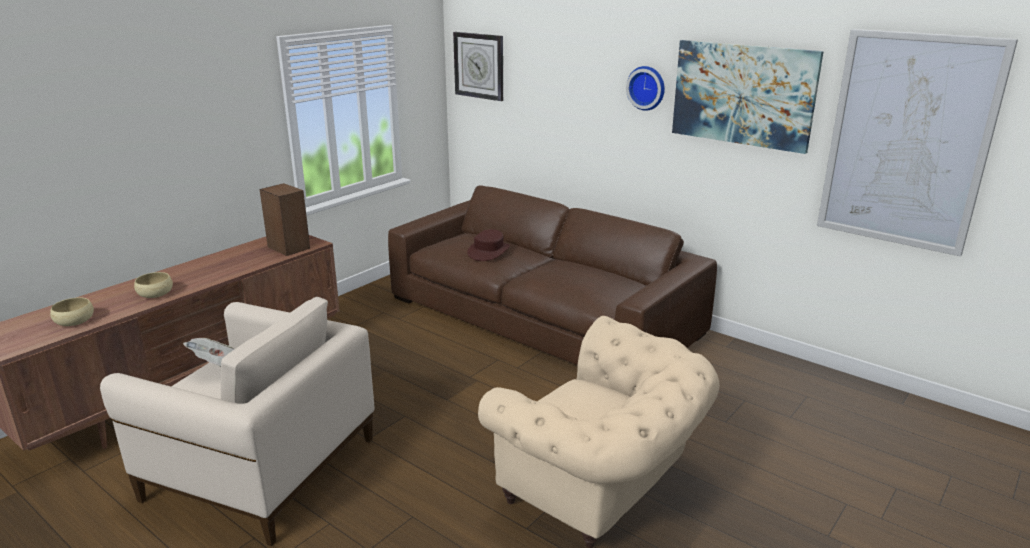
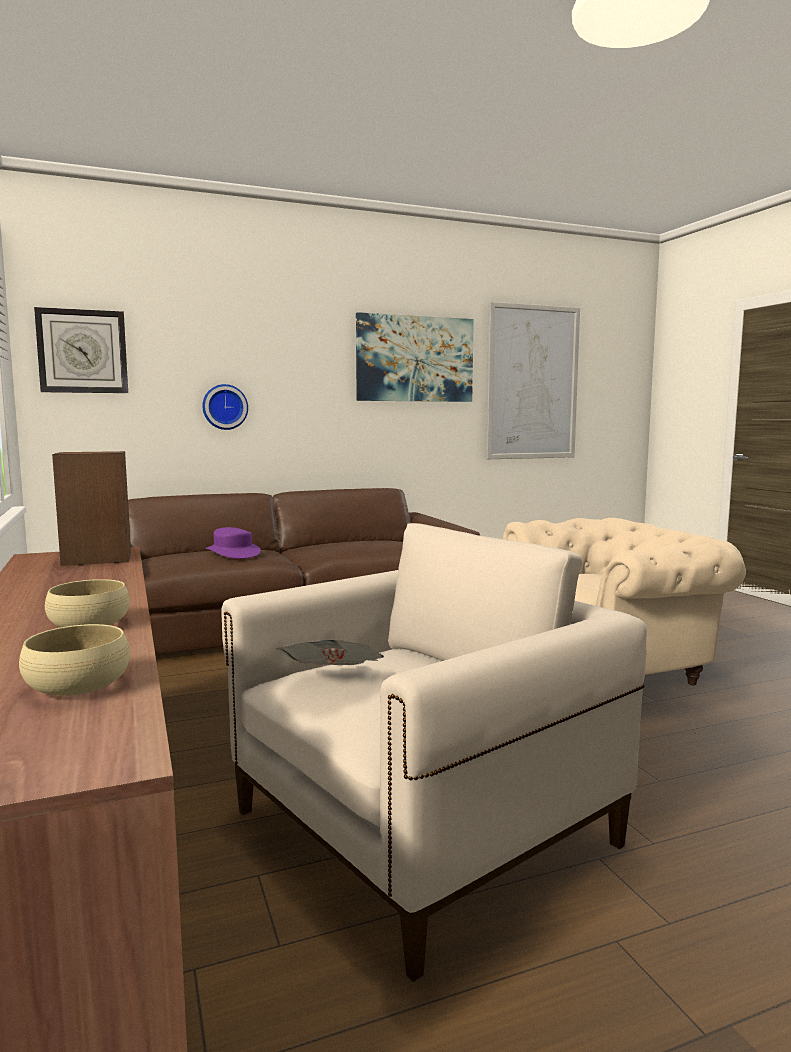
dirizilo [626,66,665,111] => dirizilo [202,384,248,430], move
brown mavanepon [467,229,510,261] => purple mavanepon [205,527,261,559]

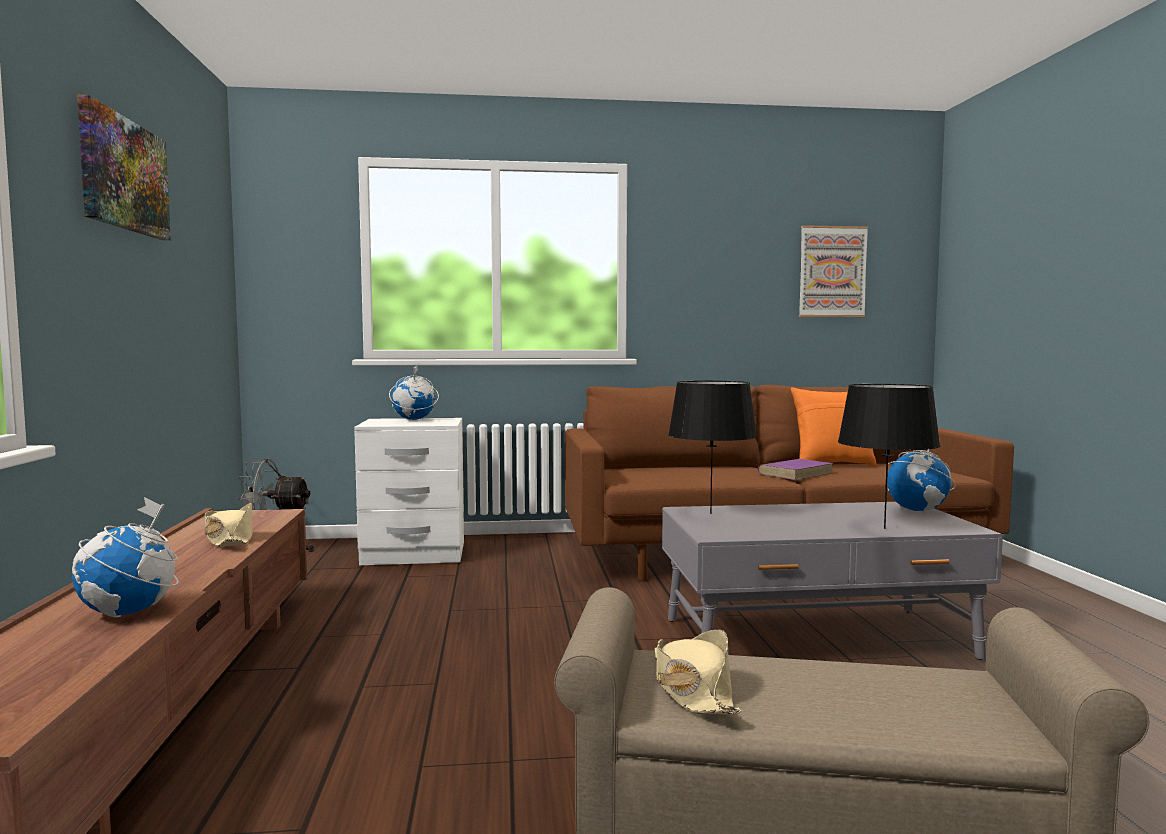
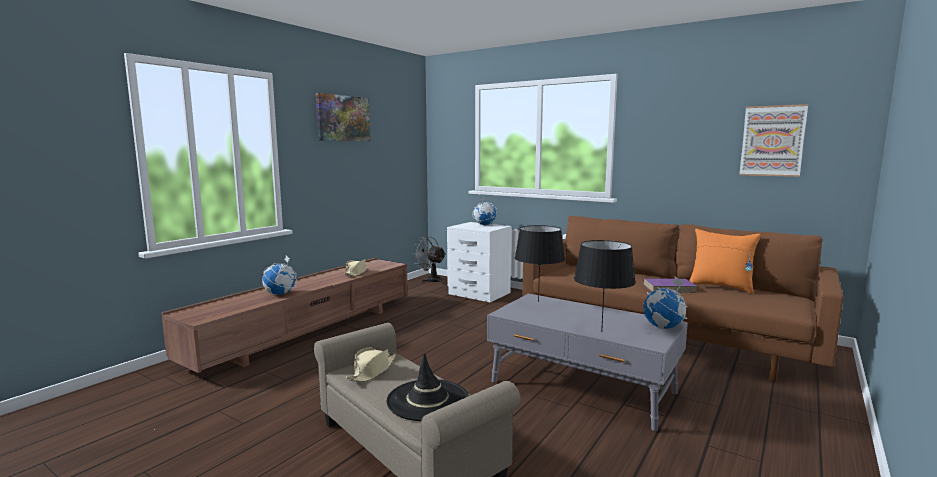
nothing => black mavanepon [386,353,469,421]

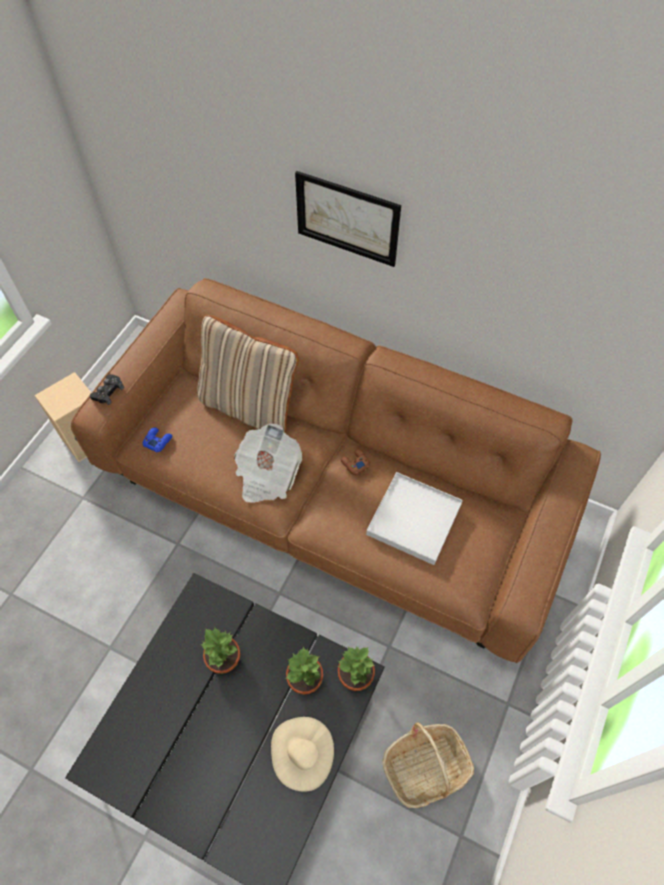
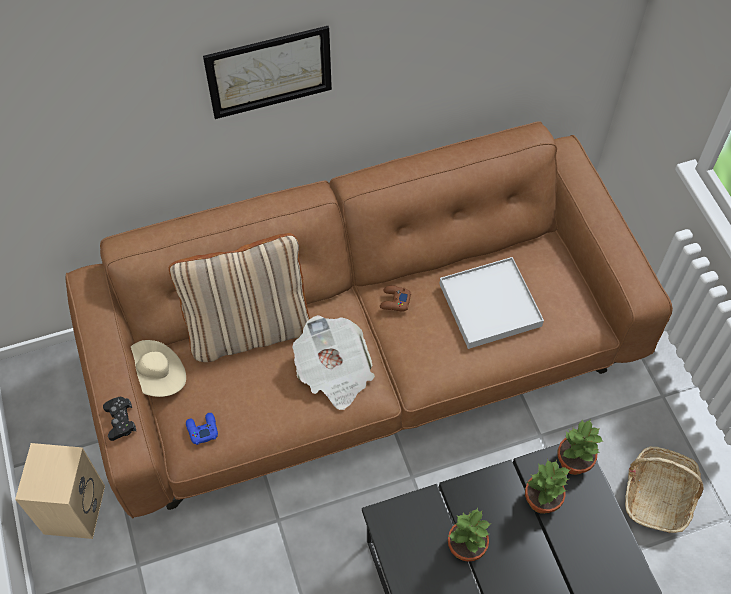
beige mavanepon [271,717,334,792] => beige mavanepon [131,340,186,397], move

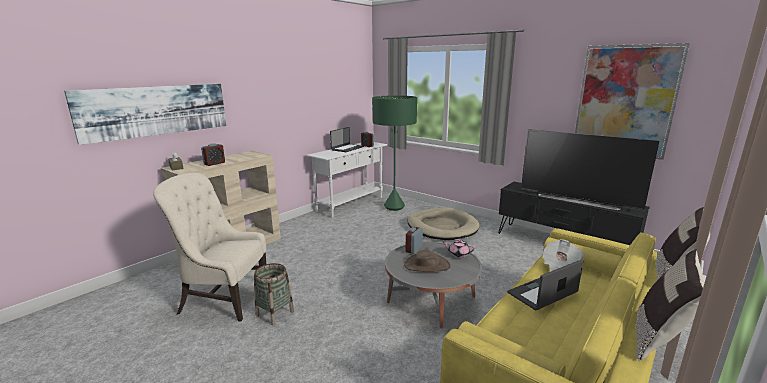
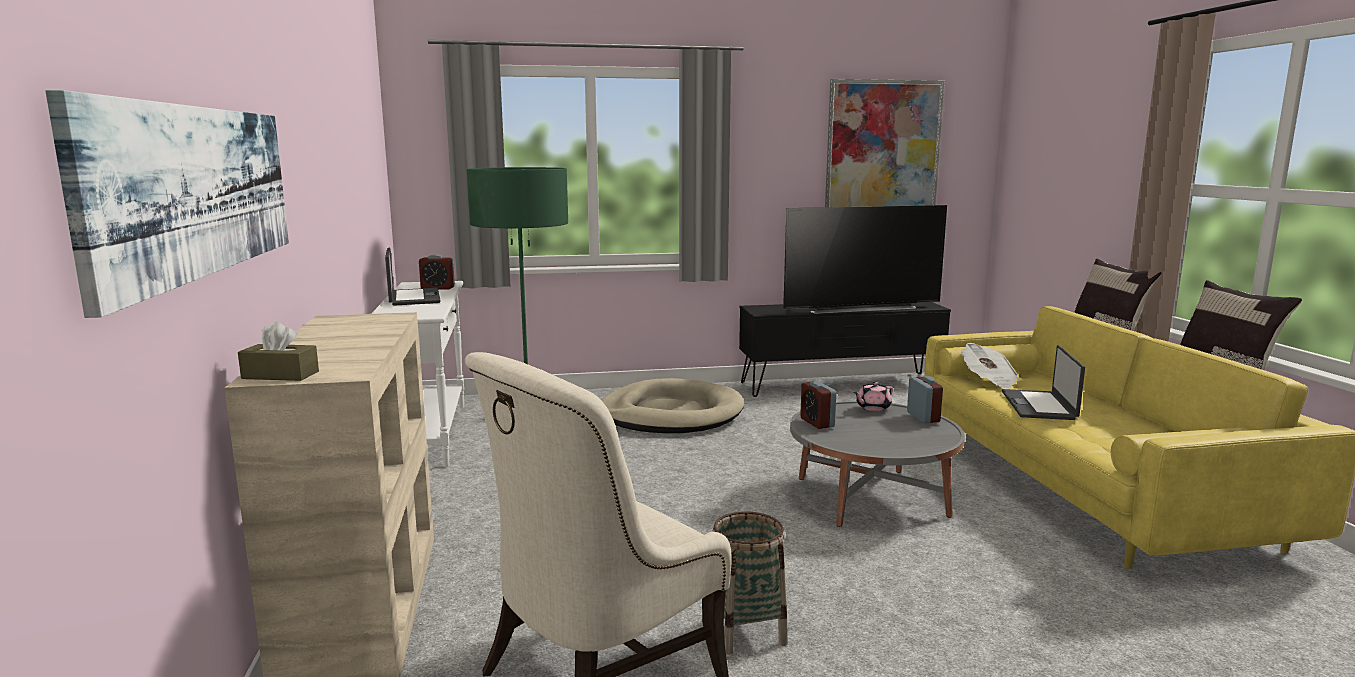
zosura [201,143,225,166] => zosura [907,376,943,423], move
brown mavanepon [404,250,451,271] => nothing

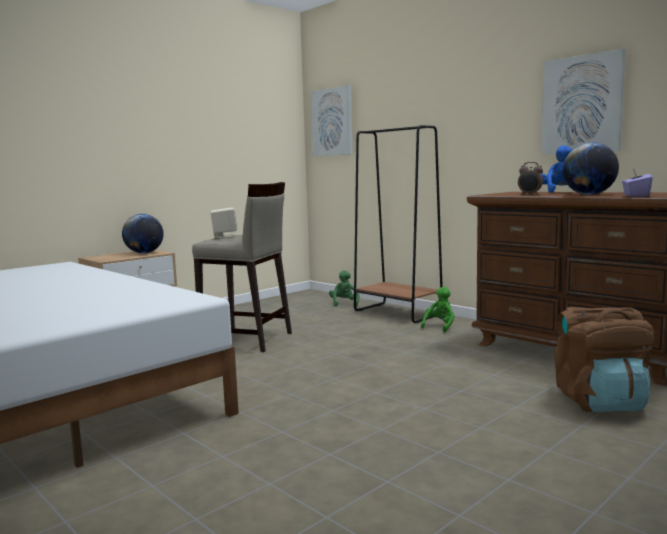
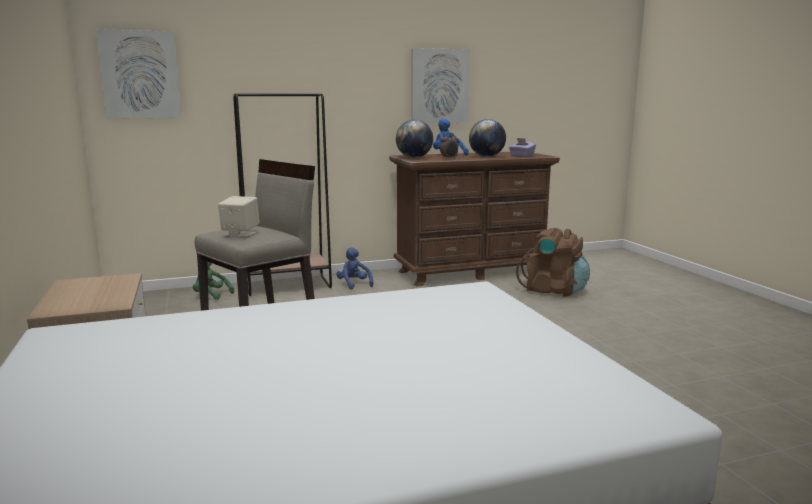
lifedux [122,214,164,253] => lifedux [396,120,433,158], move
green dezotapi [421,287,455,333] => blue dezotapi [336,247,373,289]

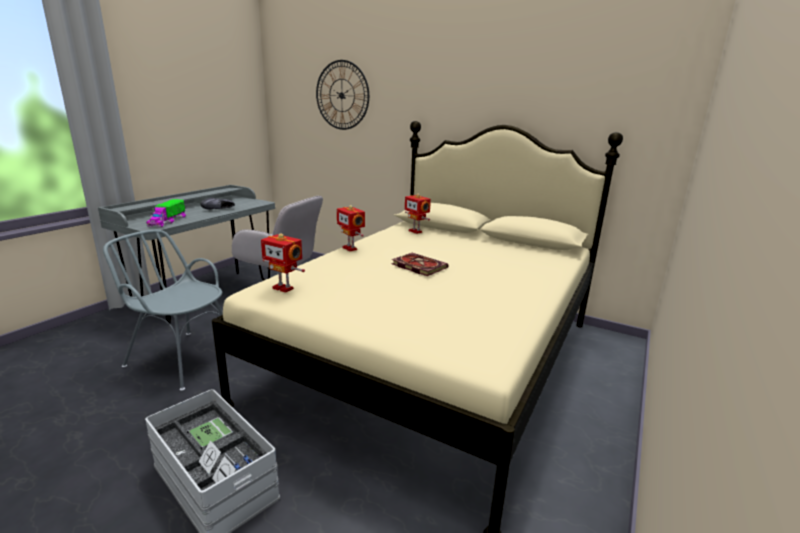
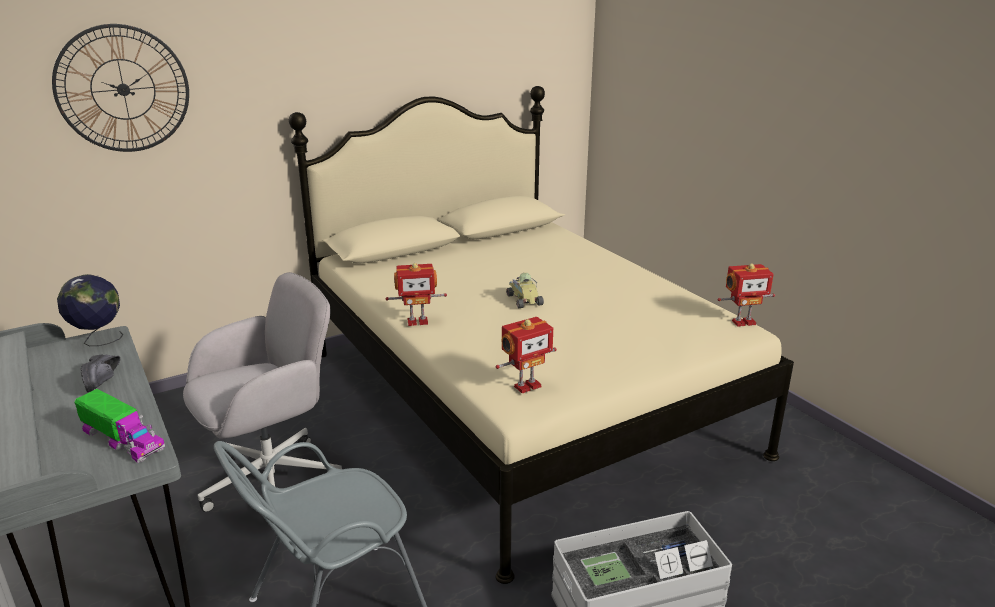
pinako [405,194,431,234] => pinako [718,263,775,327], move
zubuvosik [391,253,448,276] => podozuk [506,273,544,308]
nothing => lifedux [57,274,123,346]

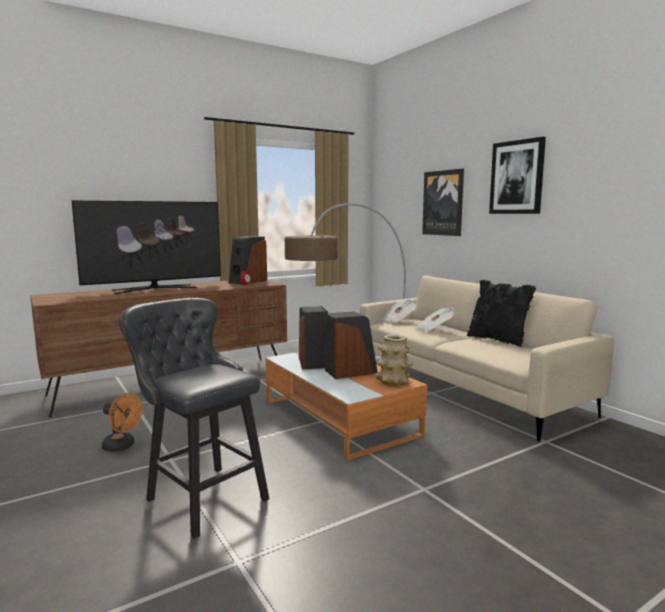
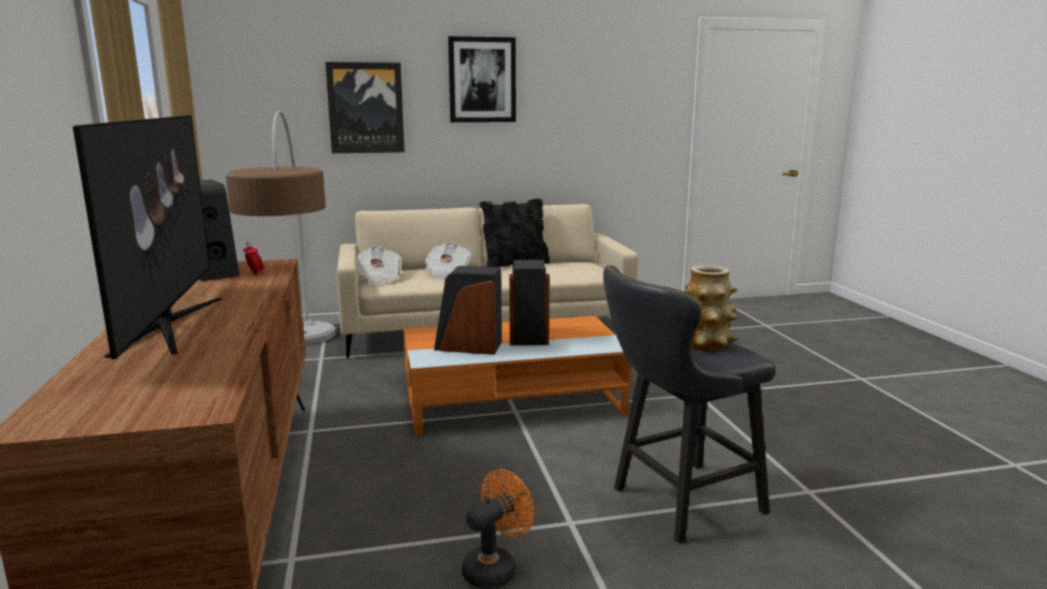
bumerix [375,334,413,386] => bumerix [685,265,737,351], move

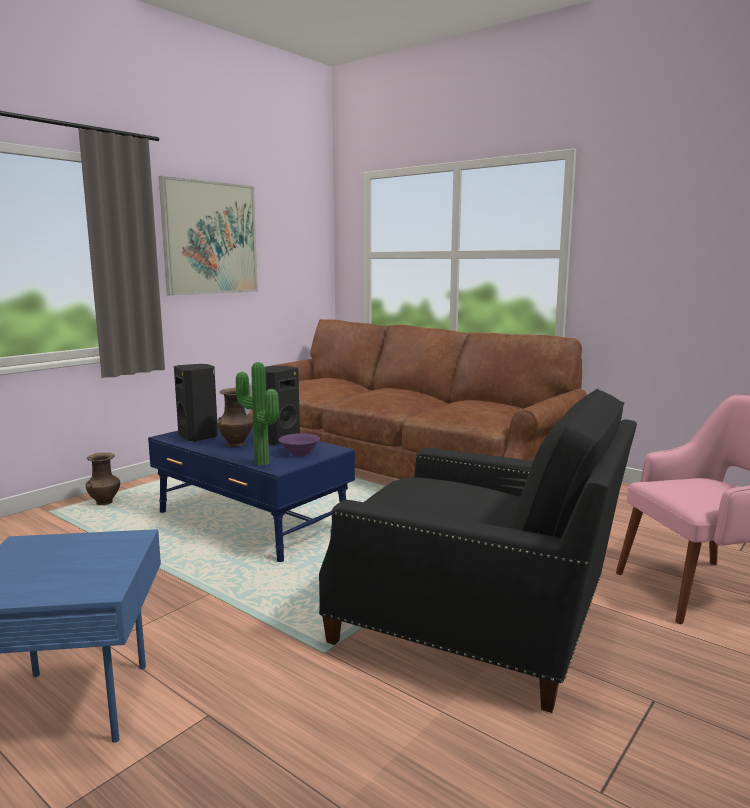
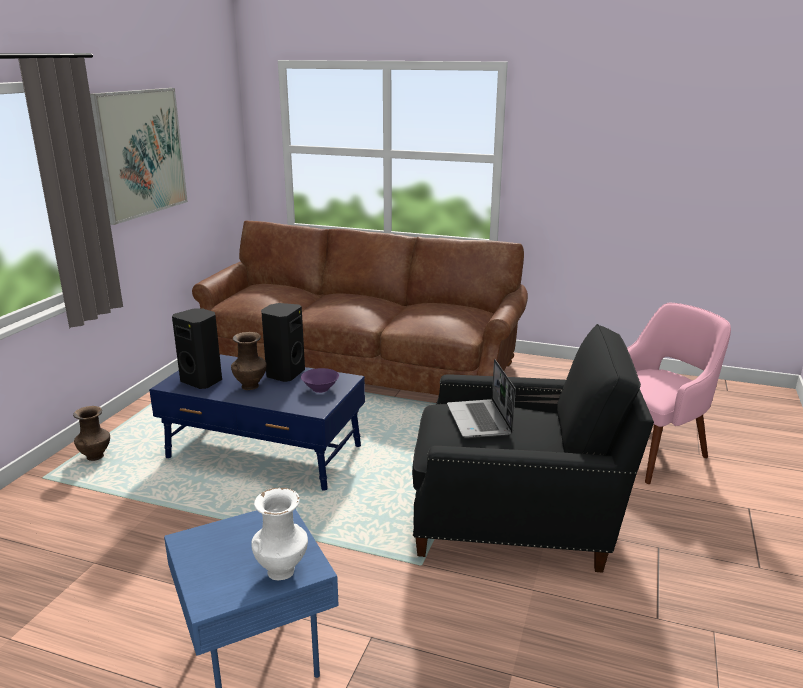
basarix [236,362,279,466] => nothing
nothing => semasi [447,359,516,438]
nothing => white bumerix [251,488,308,580]

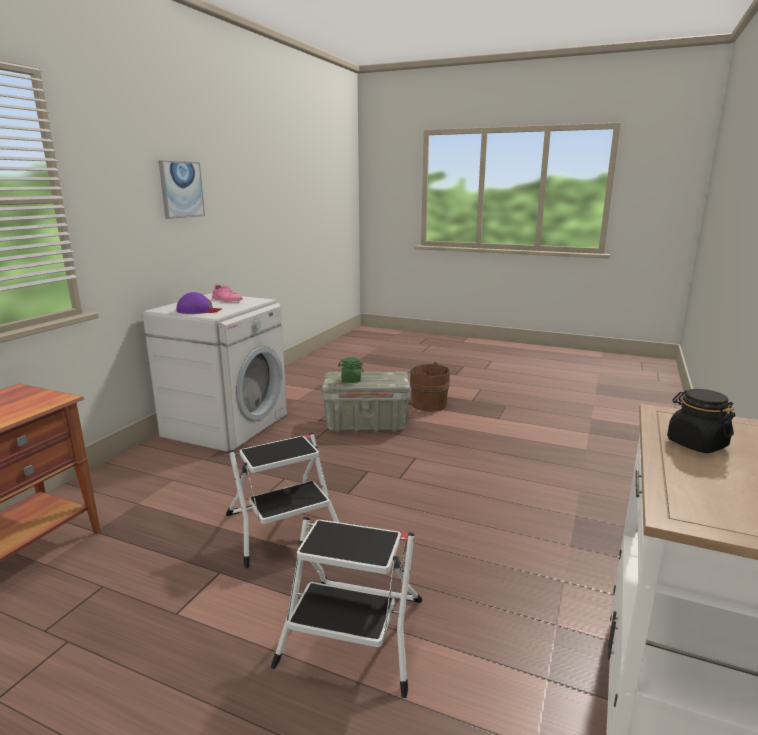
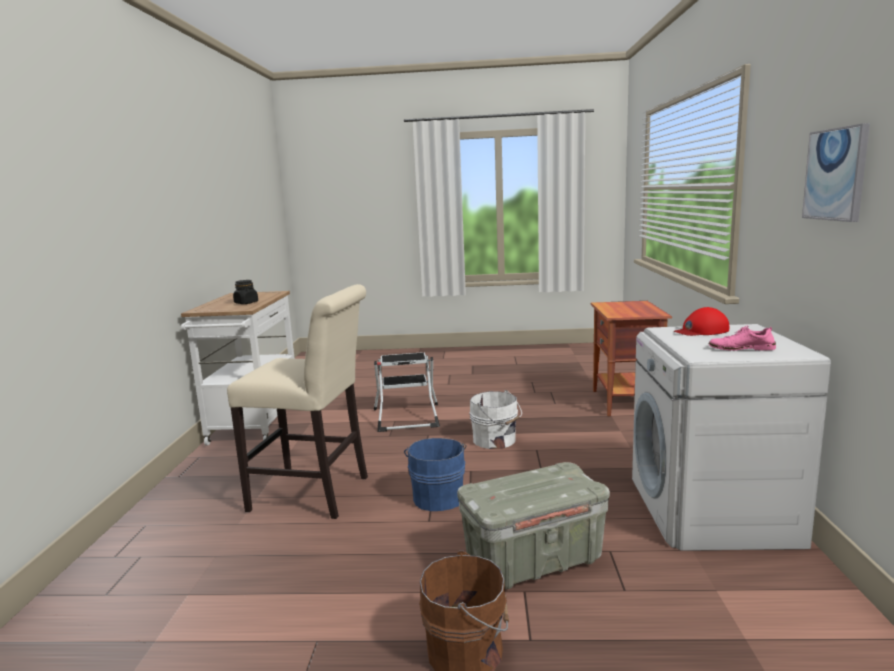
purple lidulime [177,292,222,314] => red lidulime [674,307,729,336]
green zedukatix [338,357,364,383] => nothing
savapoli [226,432,339,568] => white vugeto [469,390,522,449]
nothing => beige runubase [227,284,368,519]
nothing => blue vugeto [404,438,466,511]

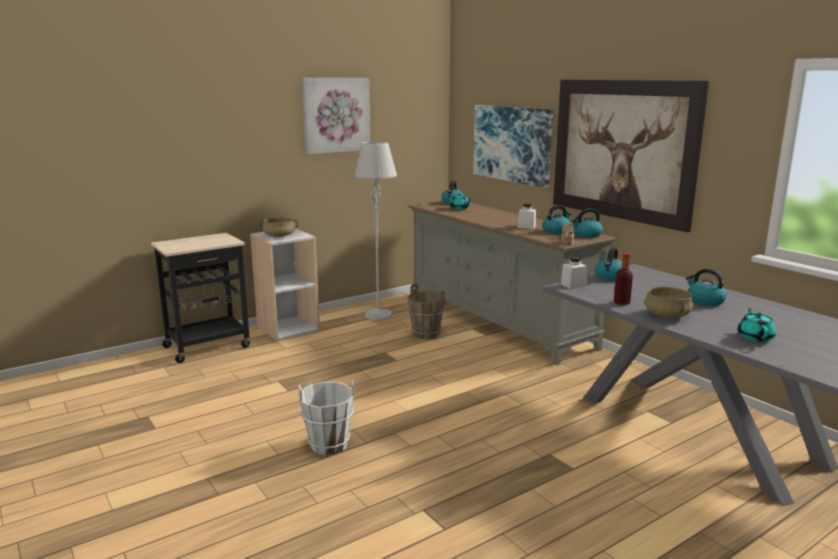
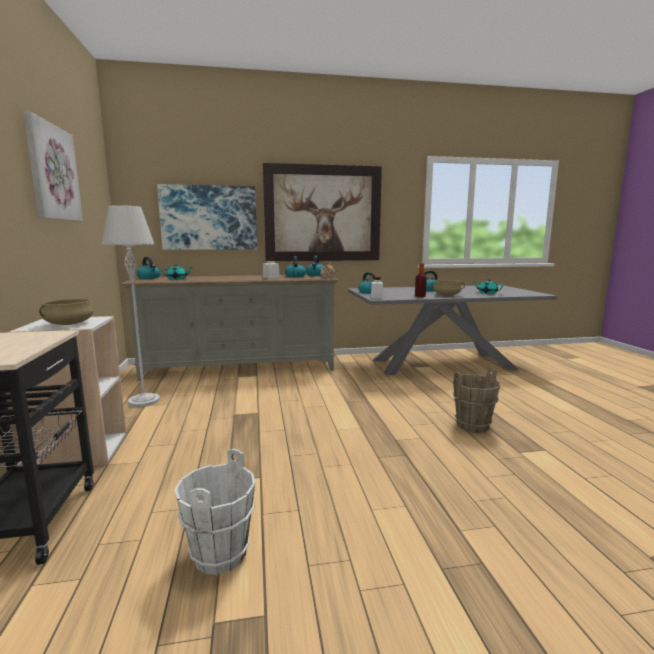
brown vugeto [407,283,446,339] => brown vugeto [453,367,501,433], move
white vugeto [298,380,354,455] => white vugeto [174,449,255,575], move

